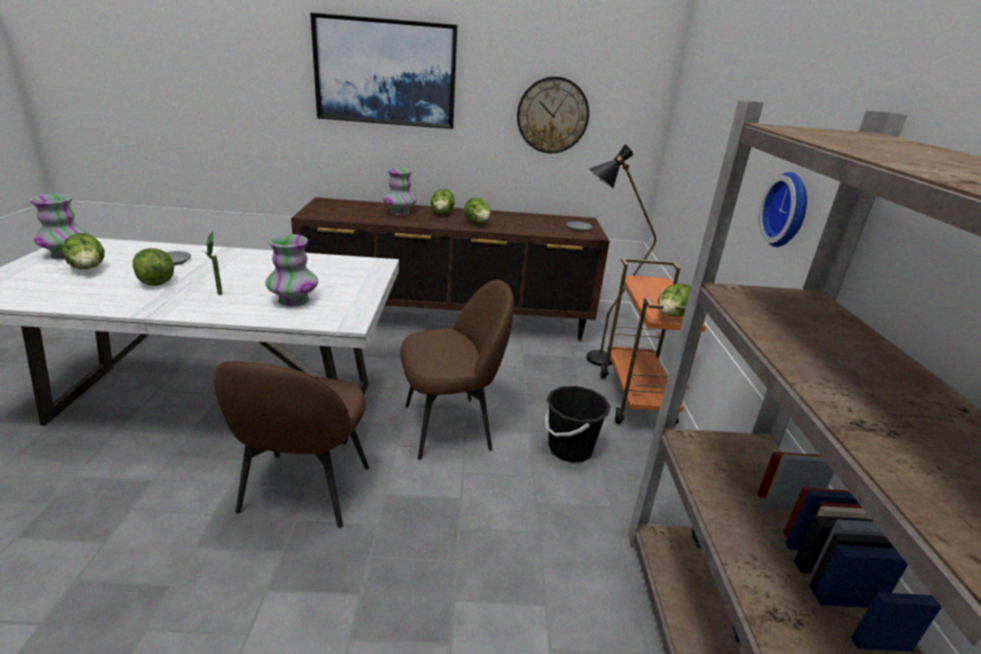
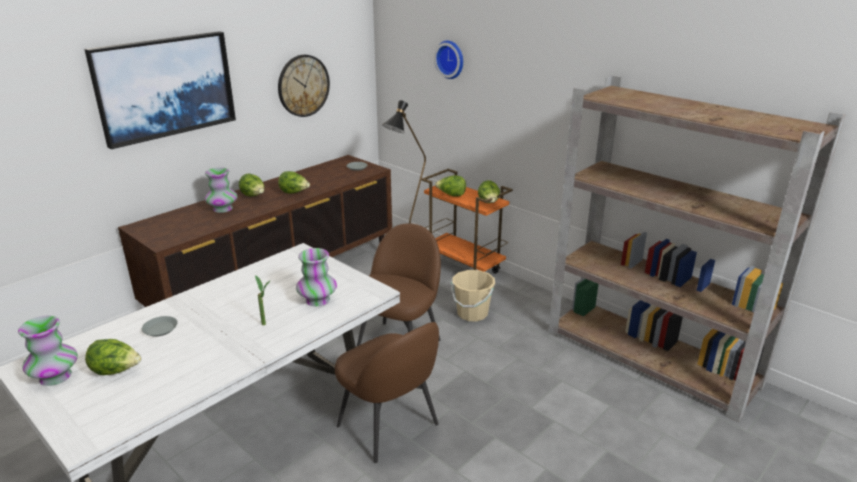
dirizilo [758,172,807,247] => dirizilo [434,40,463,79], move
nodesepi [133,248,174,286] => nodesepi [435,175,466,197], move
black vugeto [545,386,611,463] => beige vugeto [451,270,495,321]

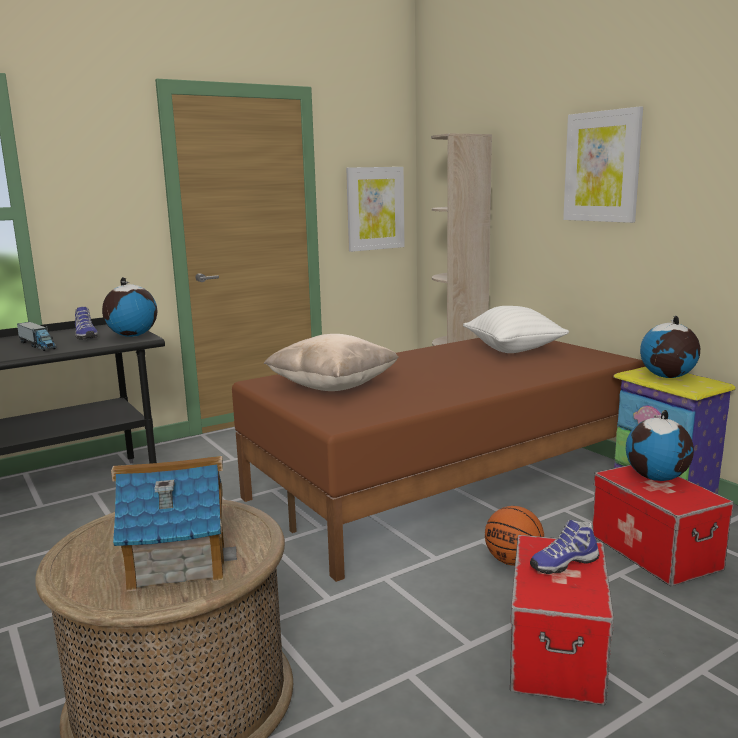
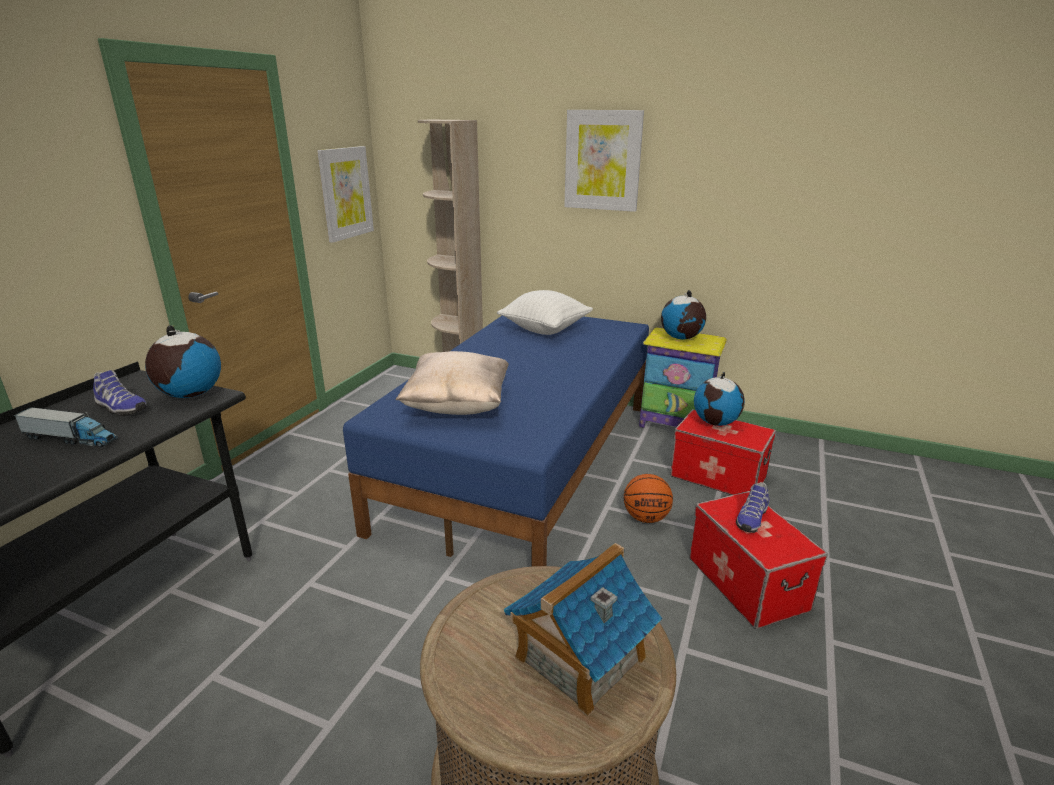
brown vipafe [232,338,646,582] => blue vipafe [343,316,649,567]

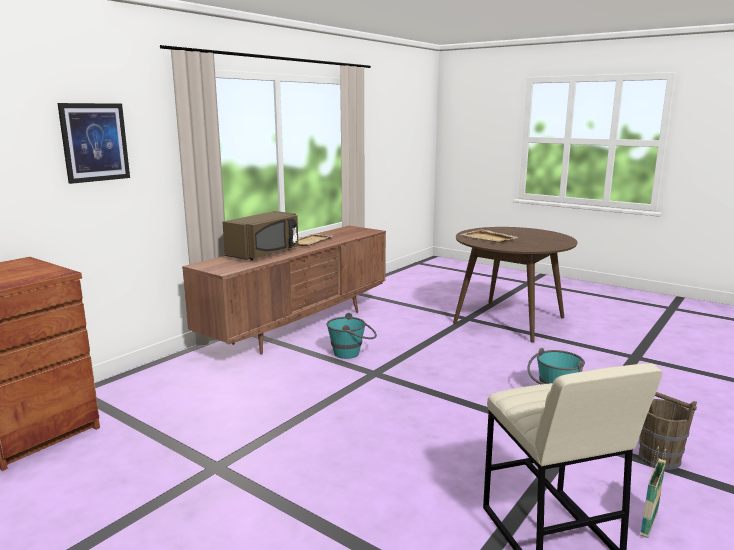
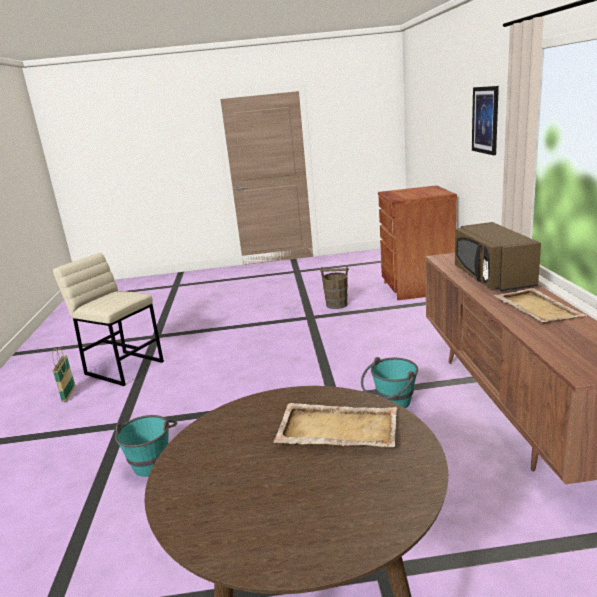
brown vugeto [639,392,697,470] => brown vugeto [320,266,349,309], move

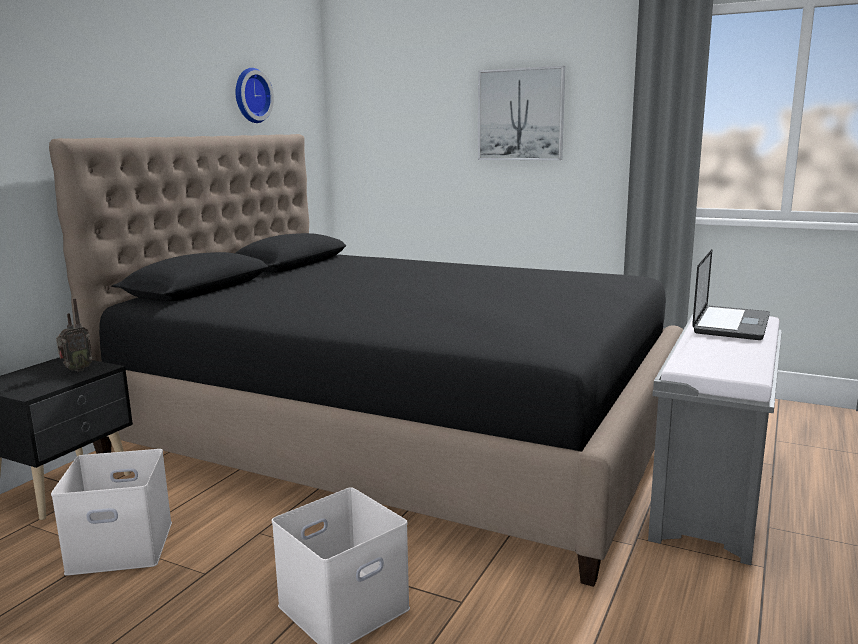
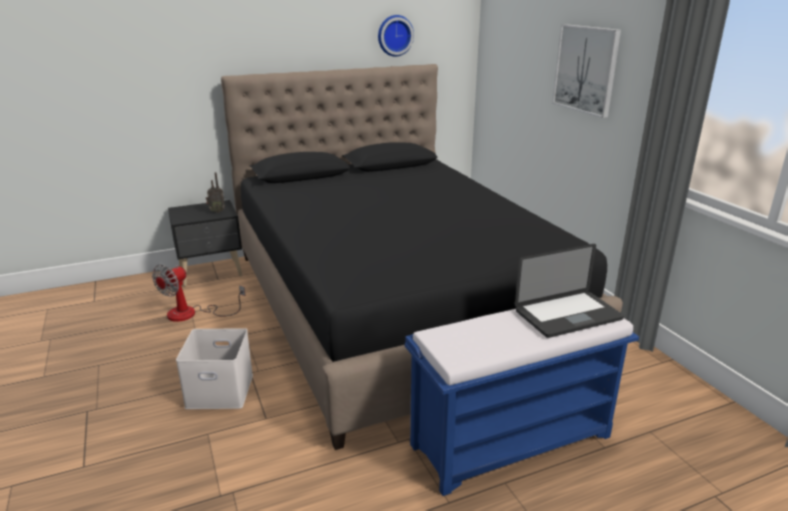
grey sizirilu [648,314,782,565] => blue sizirilu [405,309,639,496]
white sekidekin [51,449,172,576] => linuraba [152,264,245,322]

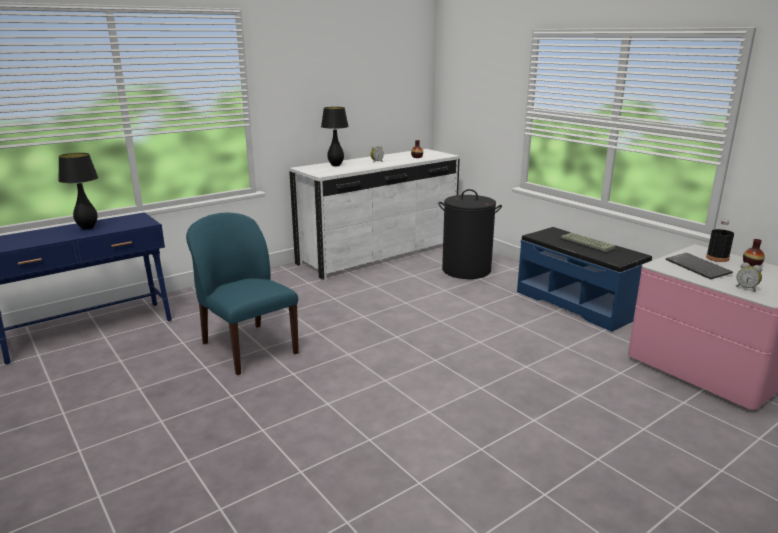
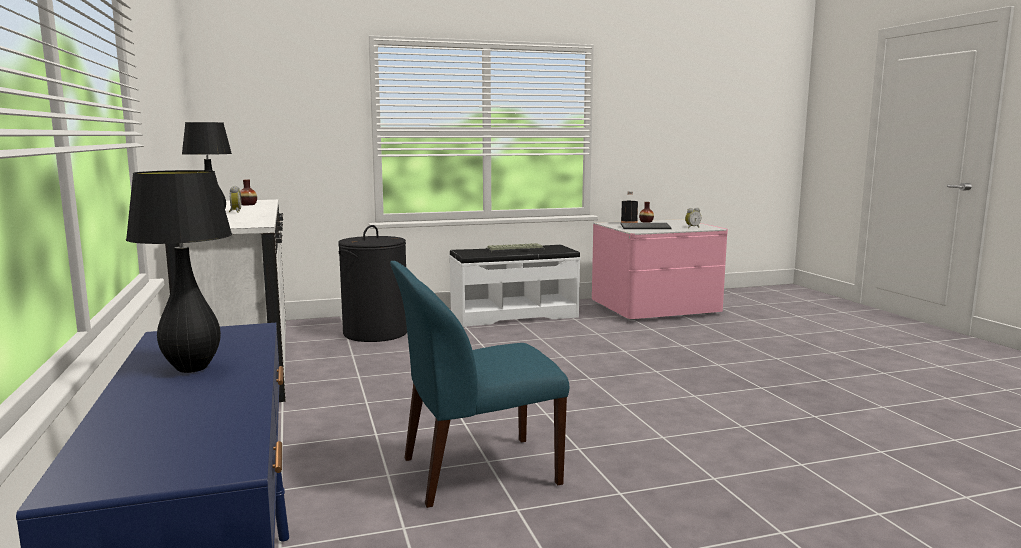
blue sizirilu [517,227,652,332] => white sizirilu [449,245,581,327]

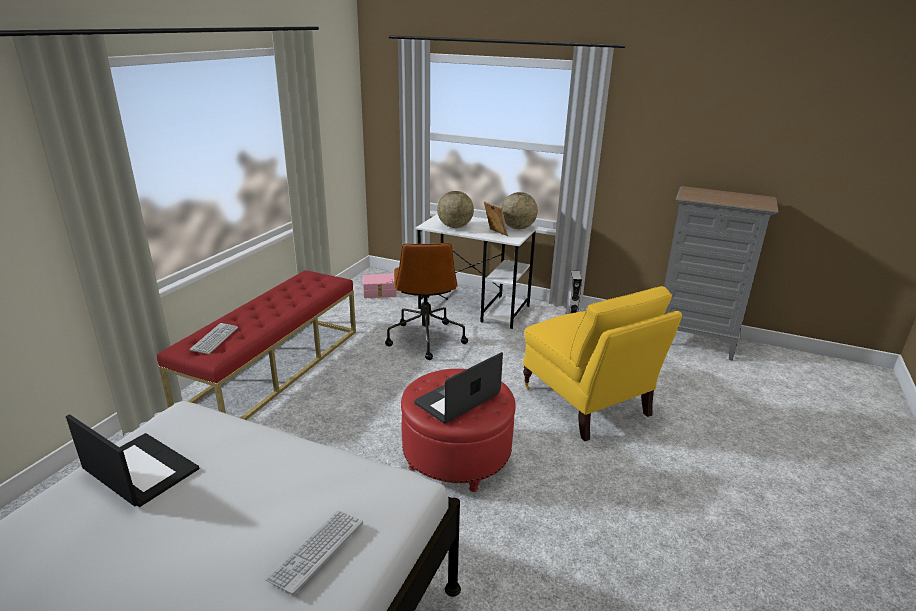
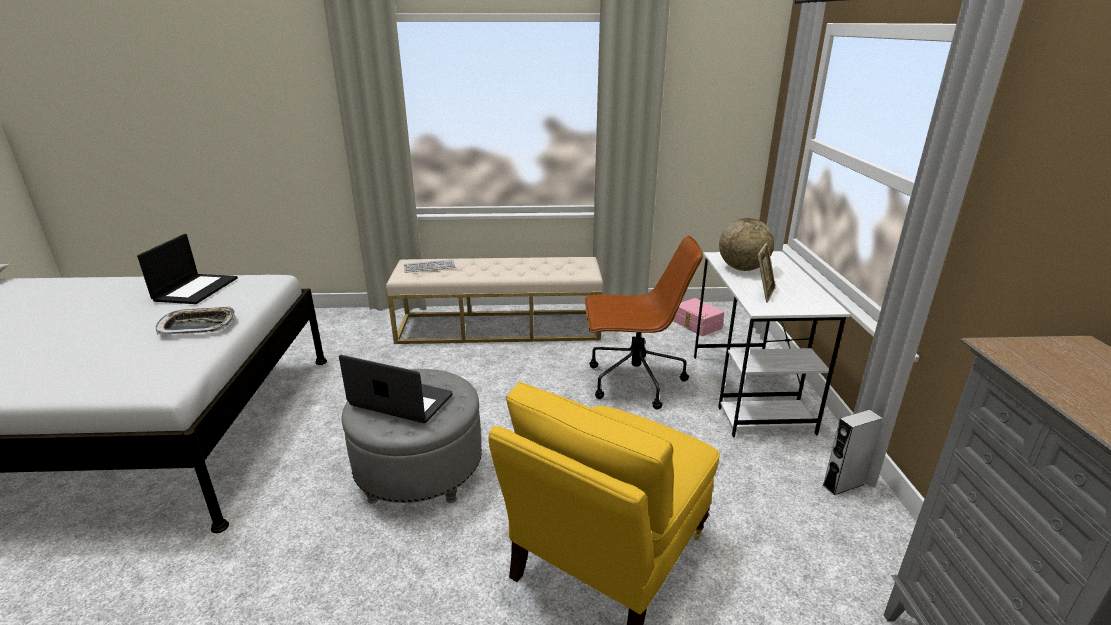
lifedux [501,192,538,229] => nothing
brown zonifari [385,243,468,360] => brown zonifari [584,235,703,409], 150 degrees counterclockwise
red sizirilu [157,270,356,420] => beige sizirilu [386,257,603,344]
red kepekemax [401,369,516,492] => grey kepekemax [342,369,482,504]
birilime [265,510,363,595] => nothing
nothing => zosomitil [156,306,235,335]

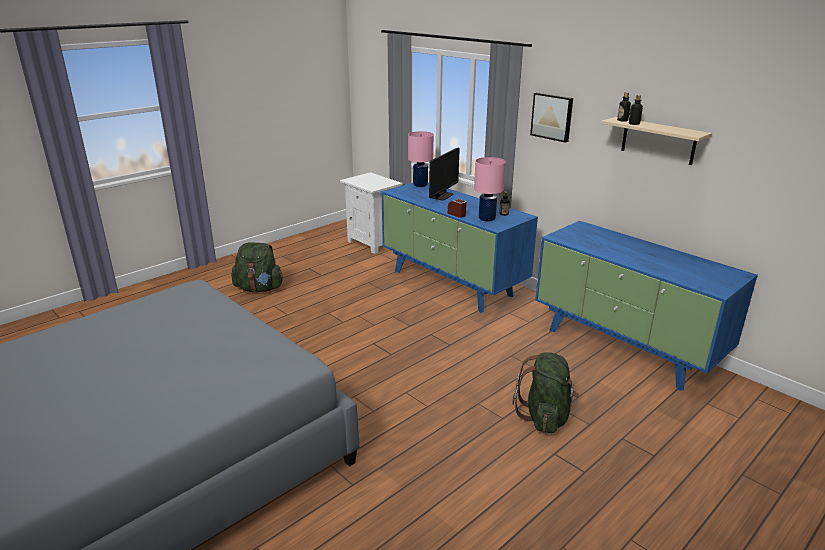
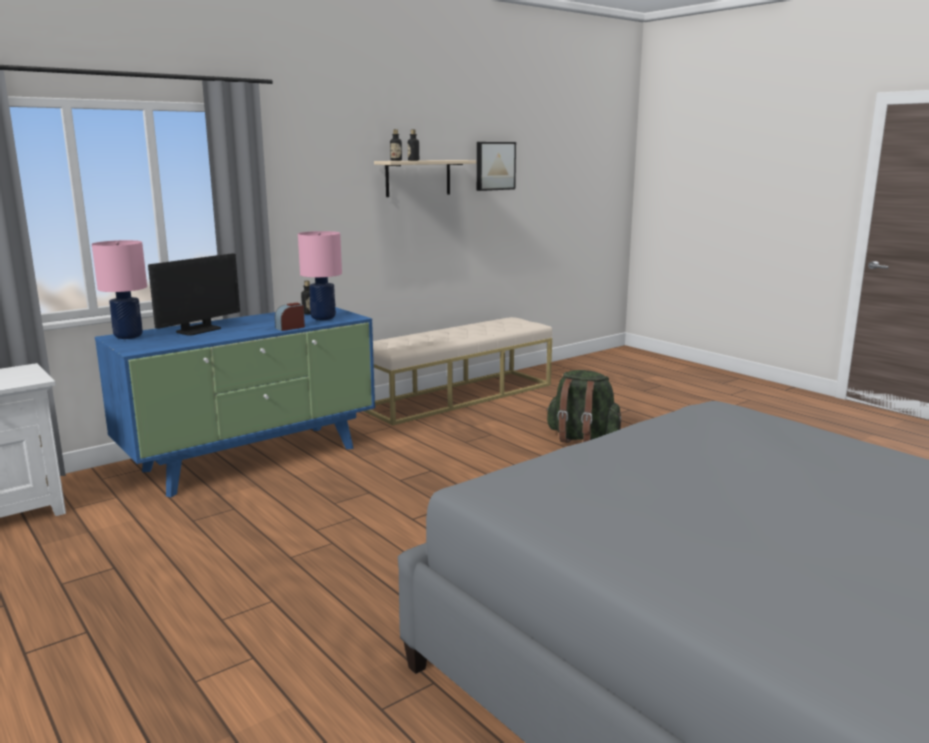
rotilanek [530,92,573,143] => rotilanek [477,142,516,191], move
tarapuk [429,147,460,200] => tarapuk [148,253,240,336], 90 degrees clockwise
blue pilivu [535,221,758,391] => beige sizirilu [364,317,552,426]
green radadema [231,242,283,292] => nothing

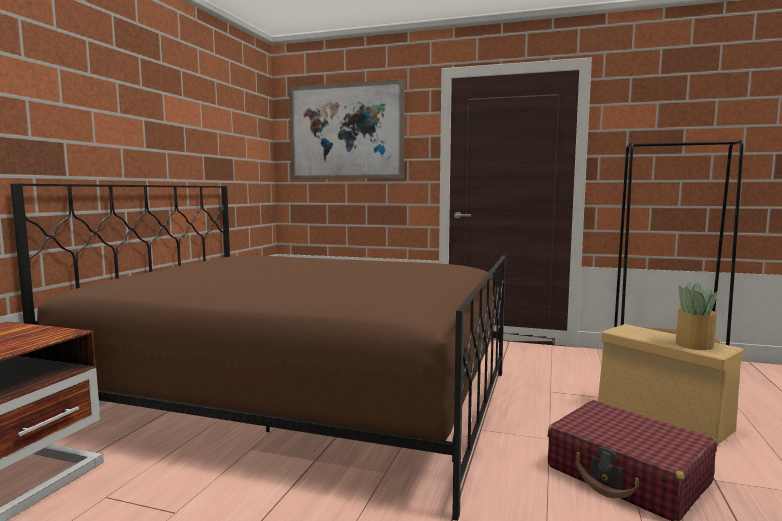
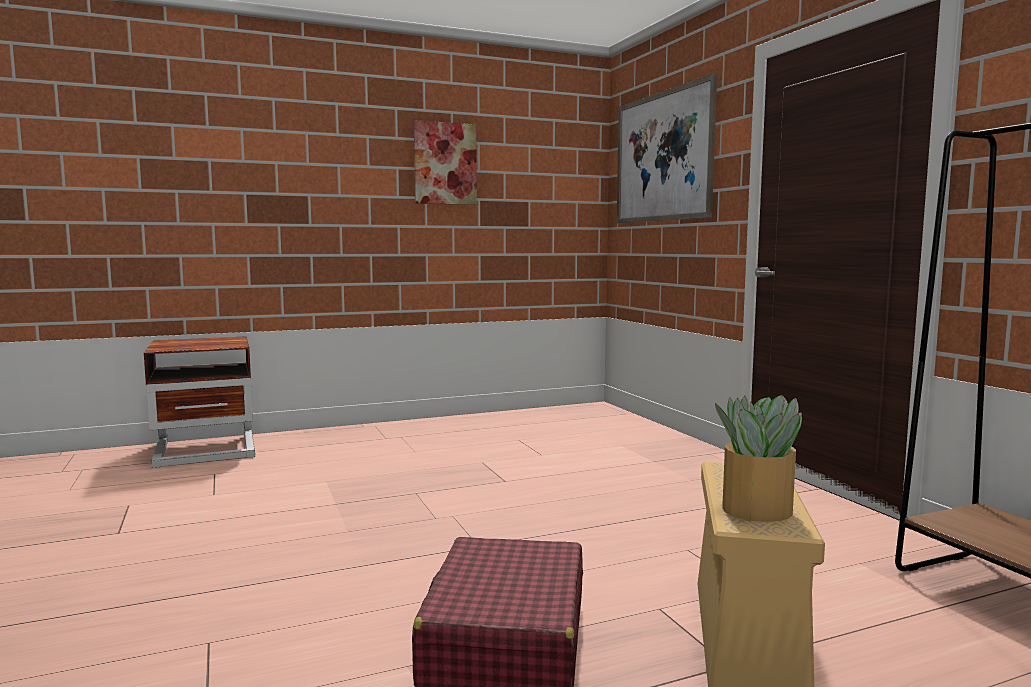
brown vipafe [10,183,506,521] => nothing
nothing => rotilanek [414,120,477,205]

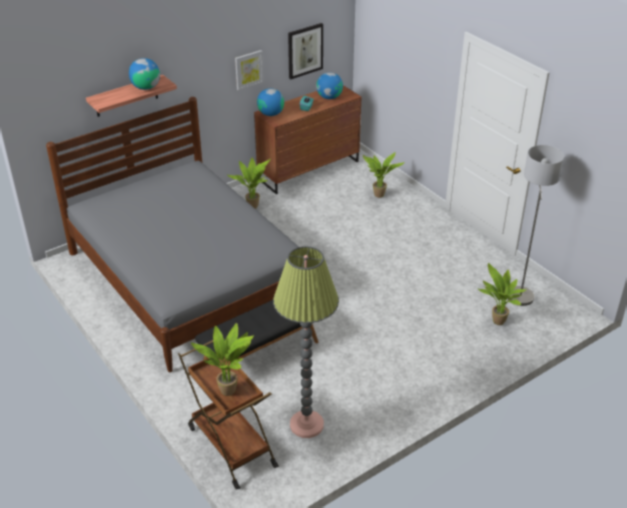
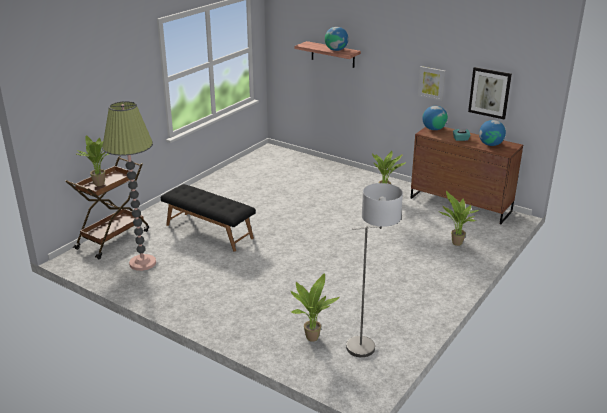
grey vipafe [46,97,299,372] => nothing

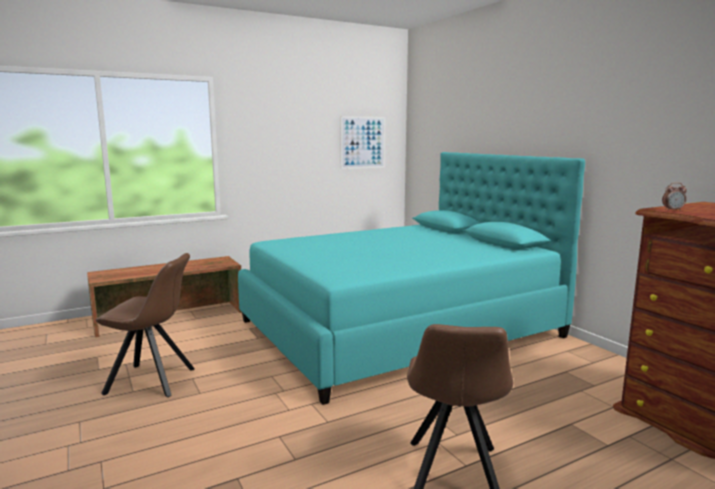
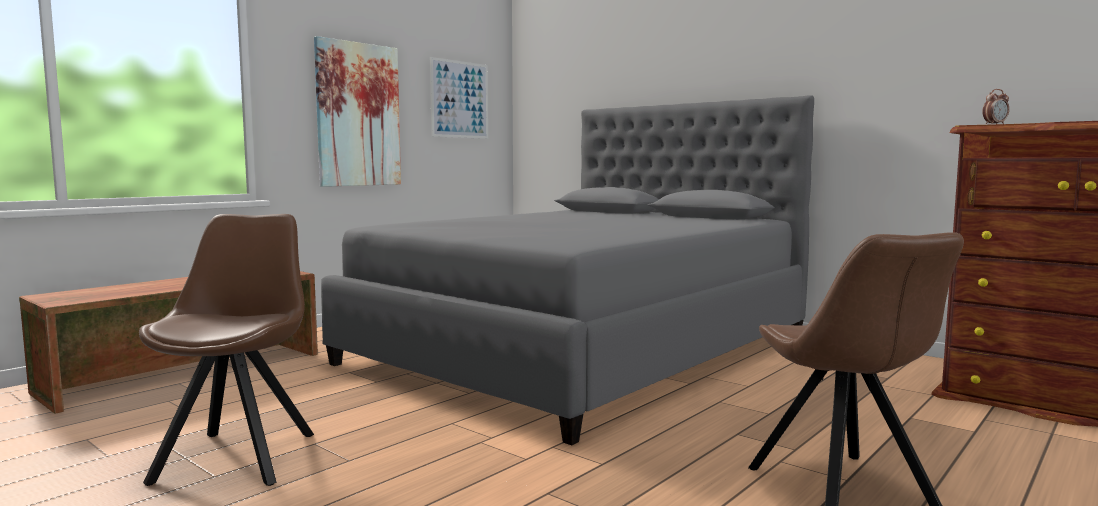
turquoise vipafe [238,152,585,405] => grey vipafe [321,95,814,445]
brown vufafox [96,253,195,397] => brown vufafox [139,214,314,486], 75 degrees counterclockwise
nothing => rotilanek [314,36,401,187]

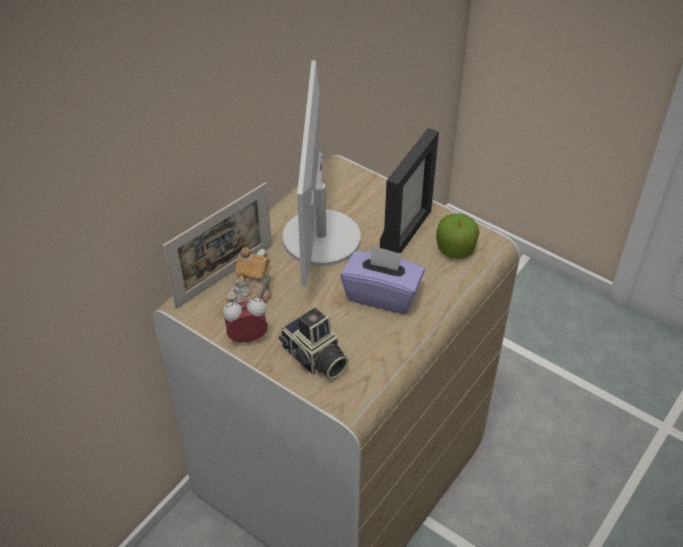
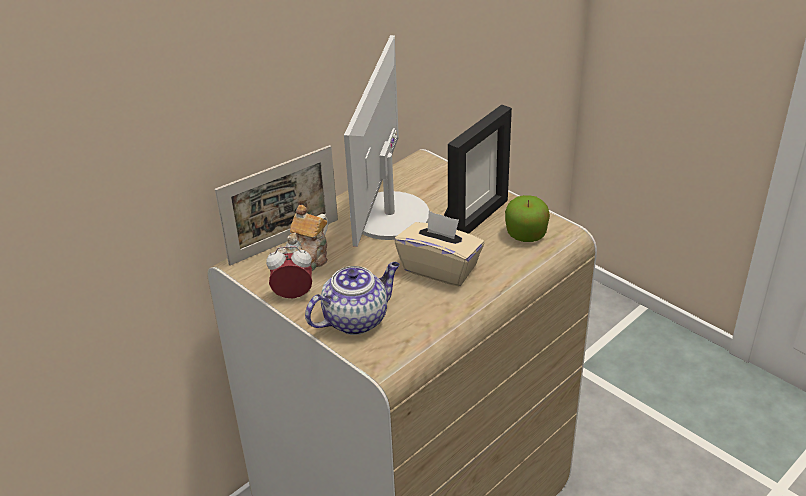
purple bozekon [340,245,425,314] => beige bozekon [395,211,484,286]
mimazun [278,308,349,379] => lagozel [305,262,400,335]

